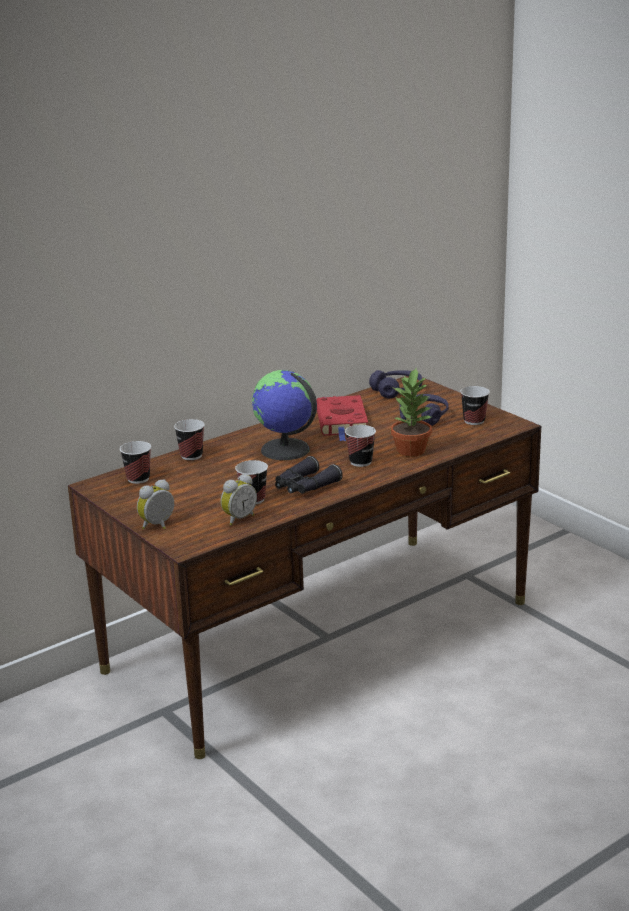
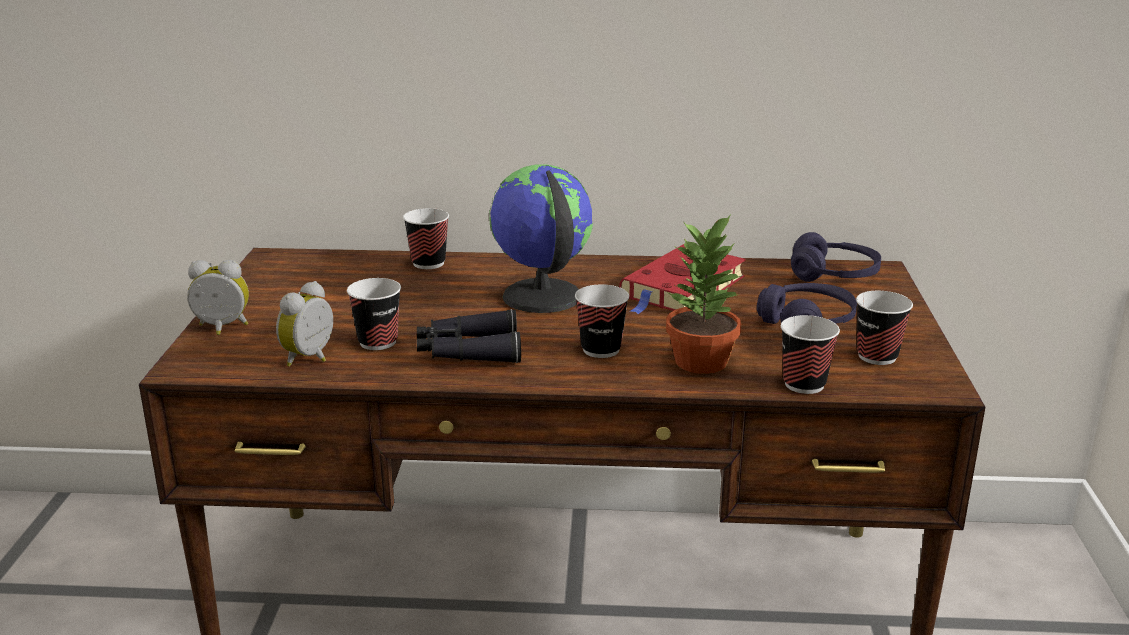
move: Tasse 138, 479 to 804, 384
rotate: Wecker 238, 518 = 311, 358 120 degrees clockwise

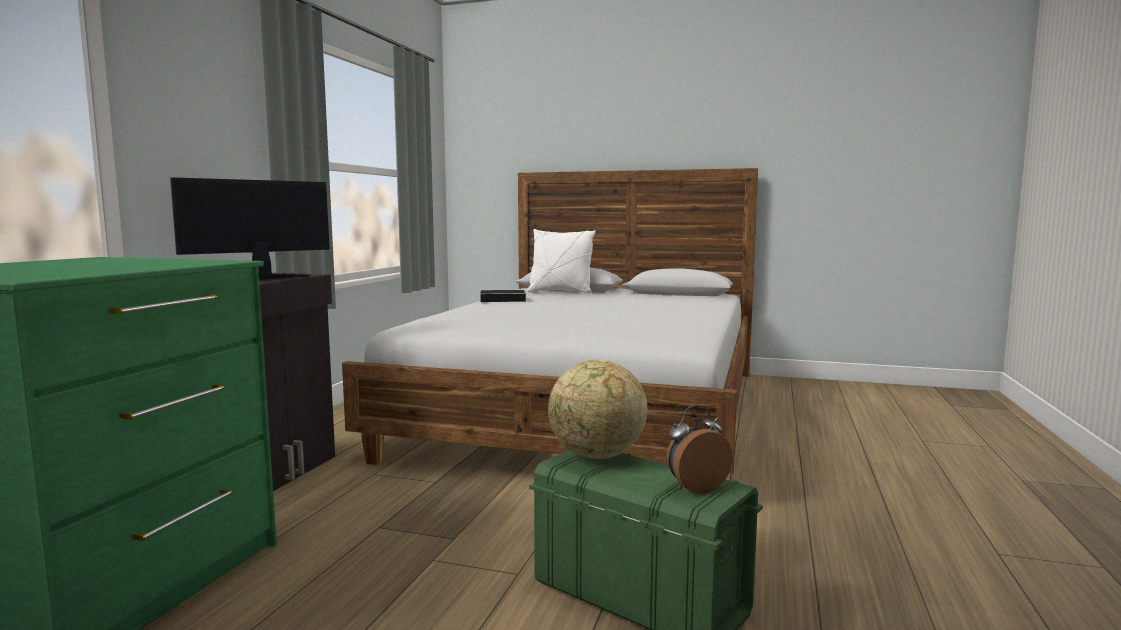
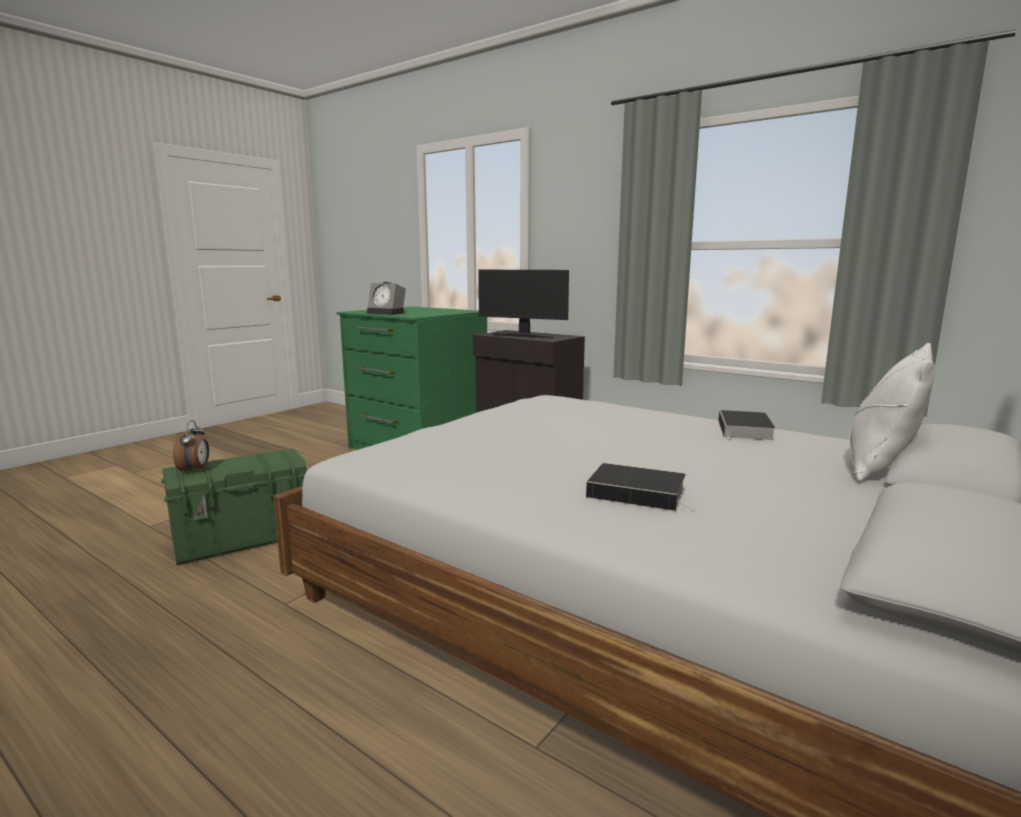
delete: Globus 597, 456
insert: Wecker 387, 313; Buch 639, 493
rotate: Monitor 261, 279 = 523, 336 135 degrees clockwise

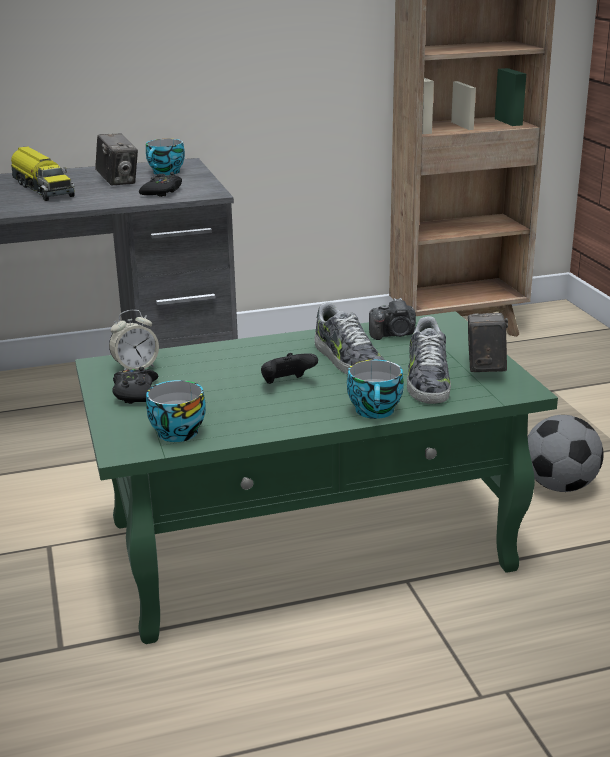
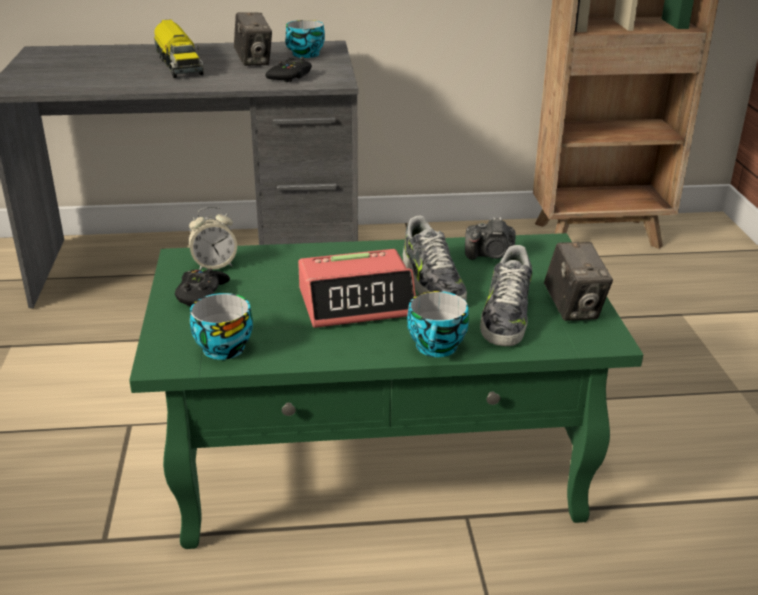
delete: Fußball 559, 486
replace: Gamepad (schwarz) 287, 384 to Wecker 357, 302
rotate: Kamera 484, 369 = 573, 309 150 degrees clockwise

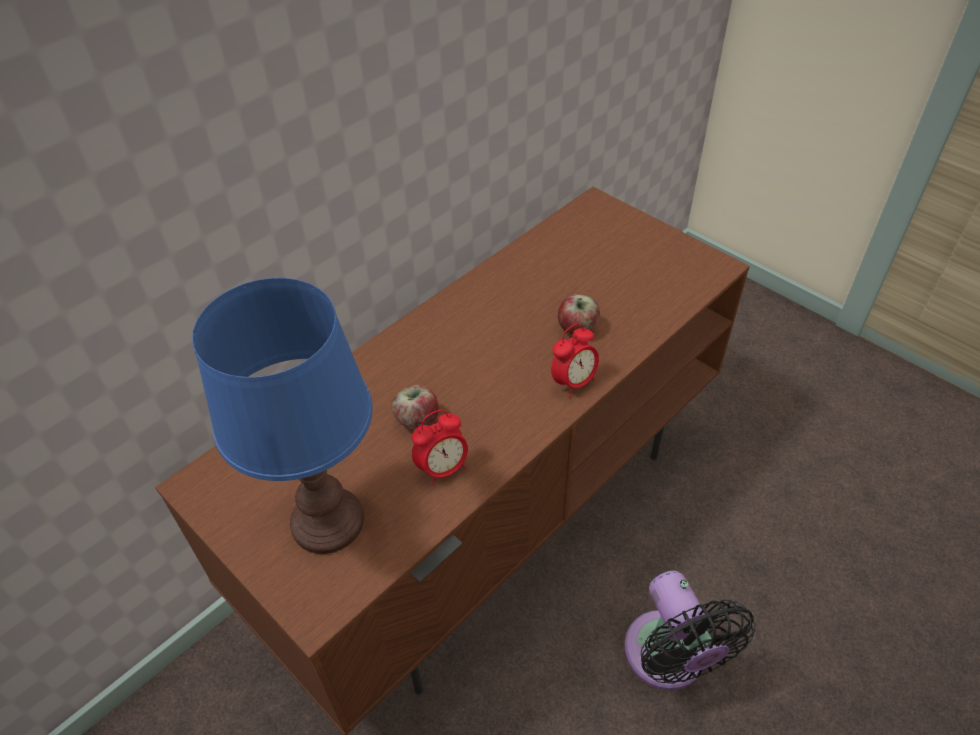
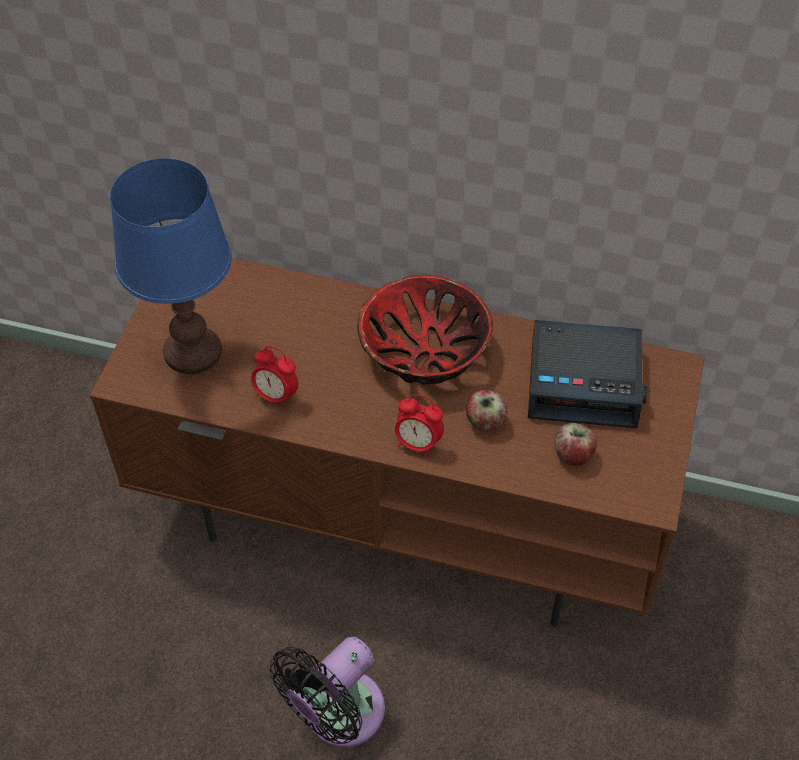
insert: Schüssel 423, 350; Wecker 584, 382
move: Apfel 417, 420 to 573, 454

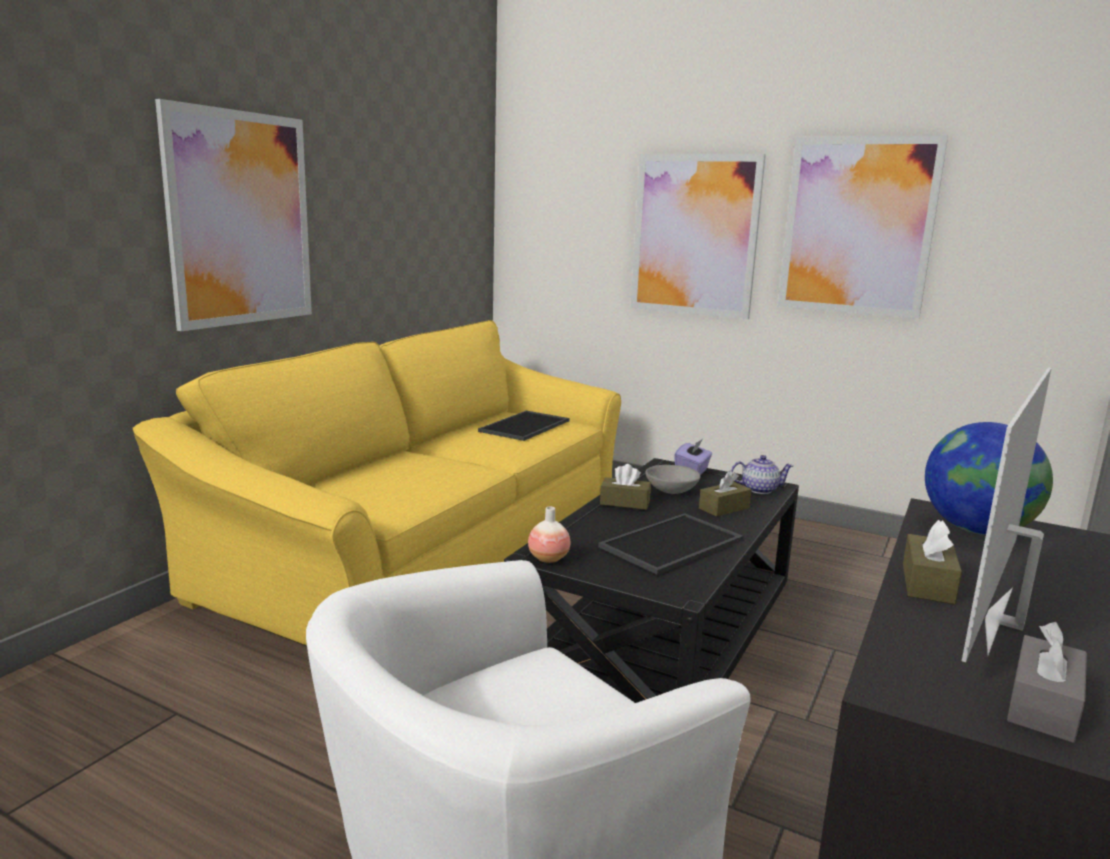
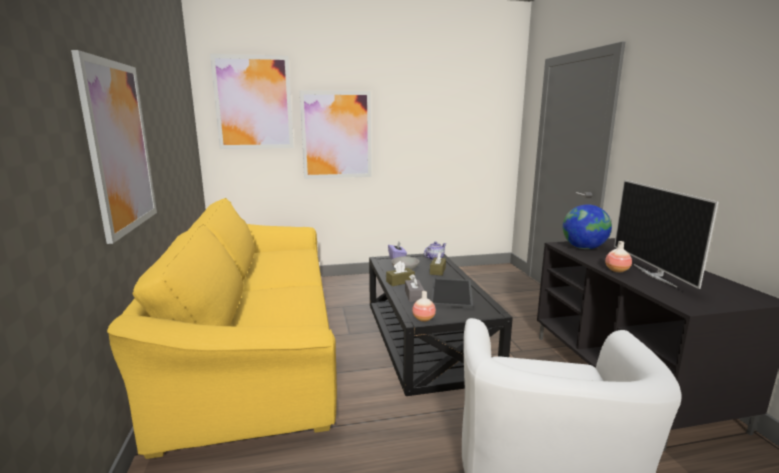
delete: Tablett 525, 426
move: Bild 857, 226 to 253, 103; Taschentuchbox (grau) 1043, 705 to 414, 296
replace: Taschentuchbox (braun) 927, 583 to Vase 617, 270

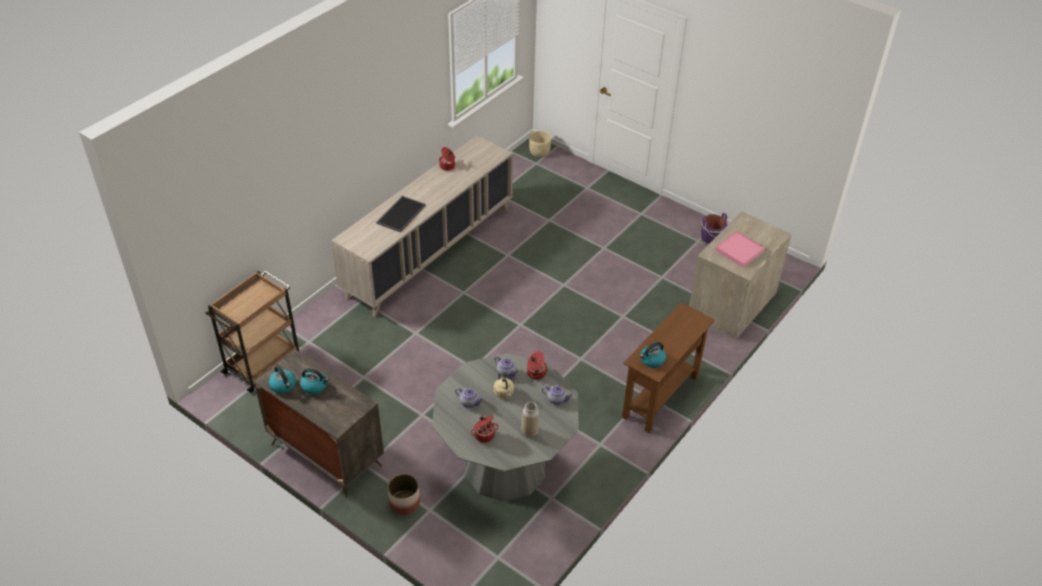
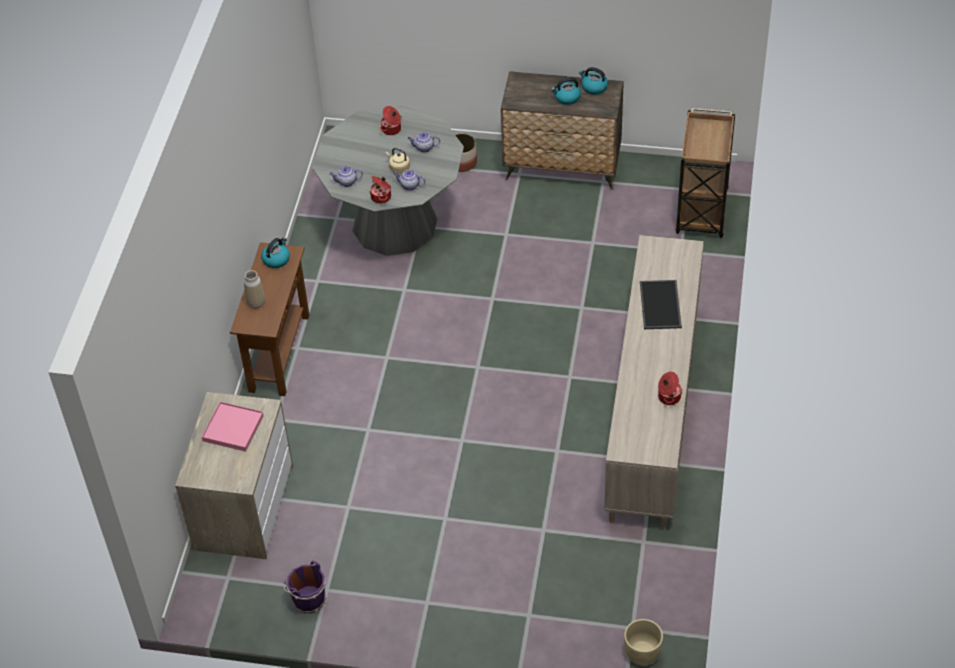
move: Vase 530, 431 to 256, 303

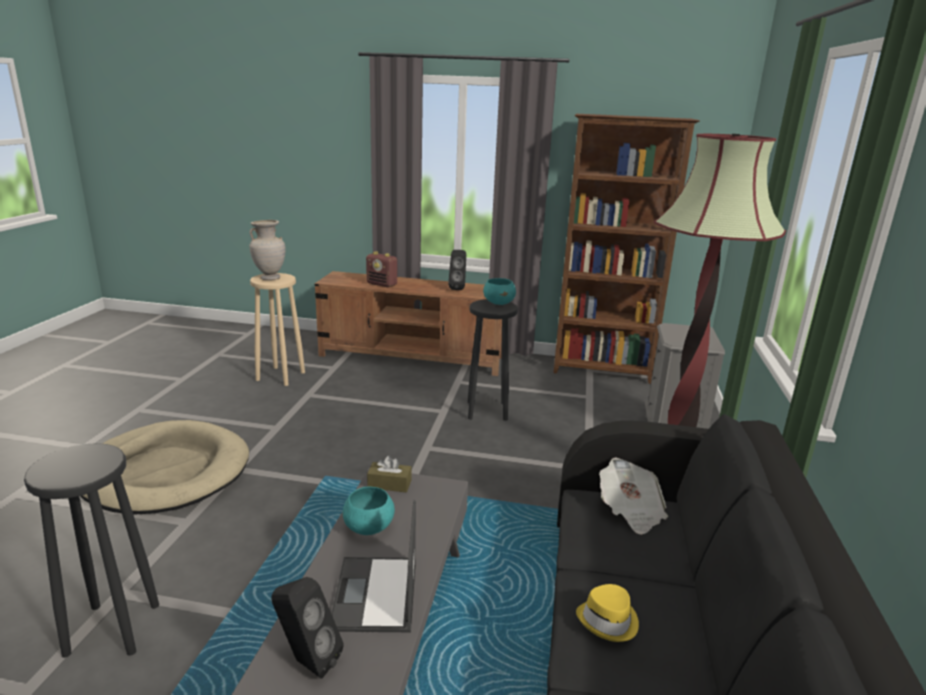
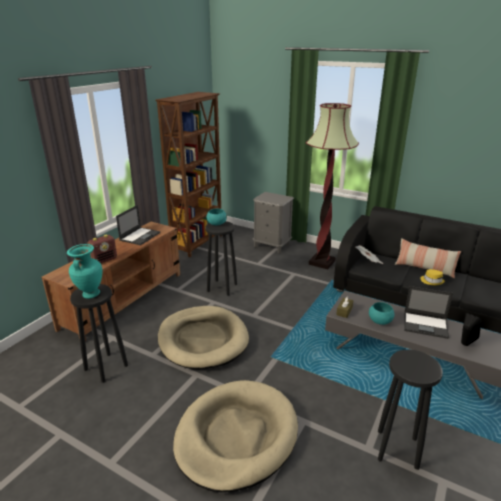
insert: Hundebett (beige) 203, 339; Kissen 424, 268
replace: Lautsprecher (schwarz) 457, 288 to Laptop 140, 236
recolor: Vase (beige) 270, 278 to Vase (türkis) 90, 294; Hocker (beige) 280, 376 to Hocker (schwarz) 105, 367

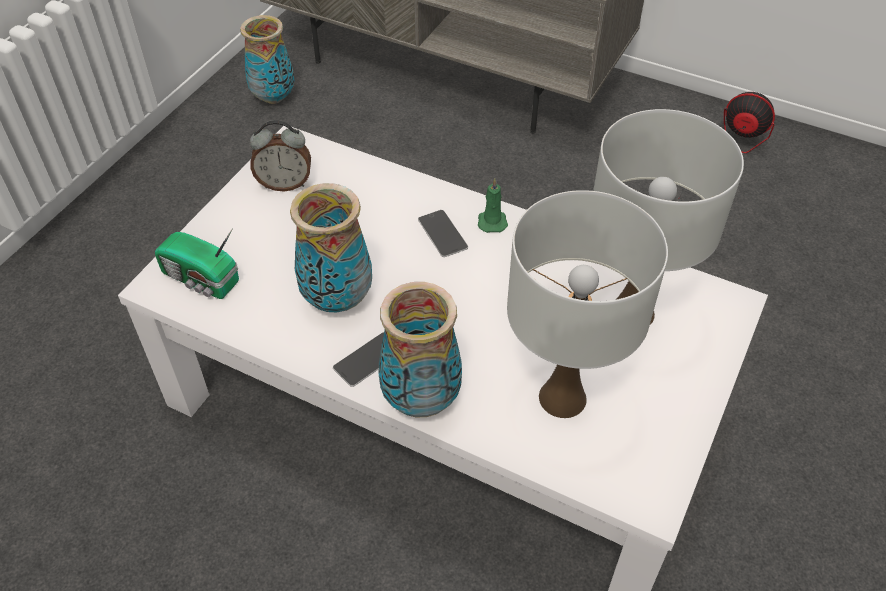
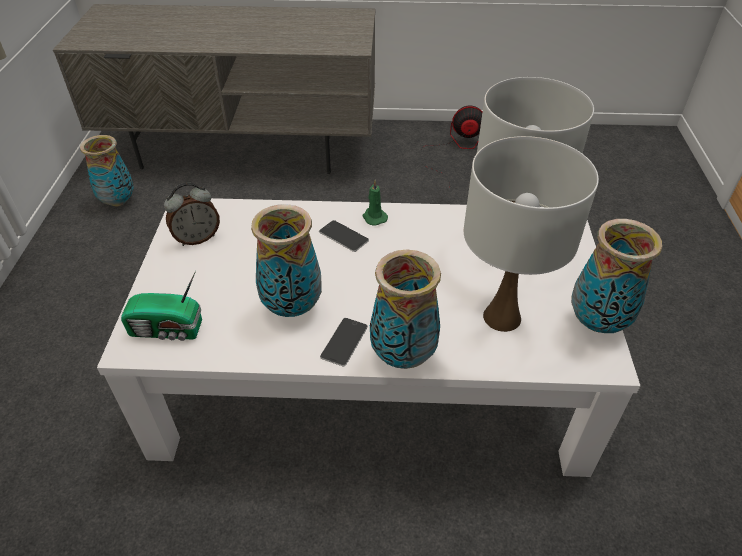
insert: Vase 598, 322

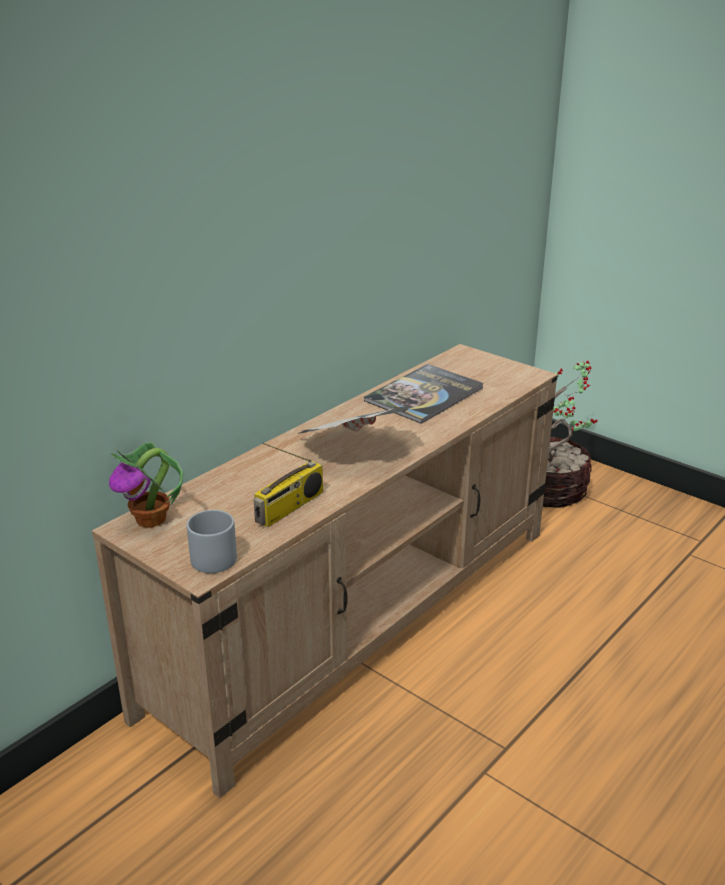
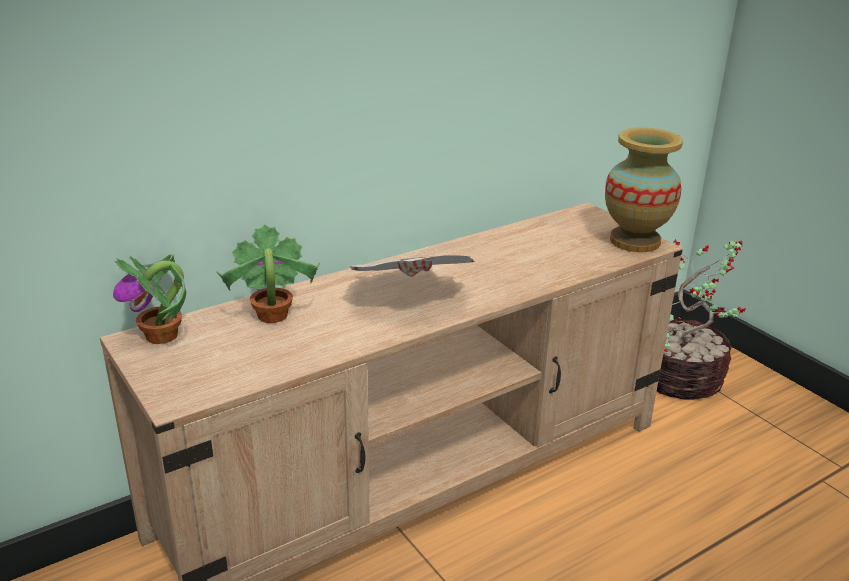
delete: Henkelbecher (grau) 212, 554; Radio 289, 508; Buch 424, 395
insert: Topfpflanze 271, 316; Vase 635, 241

